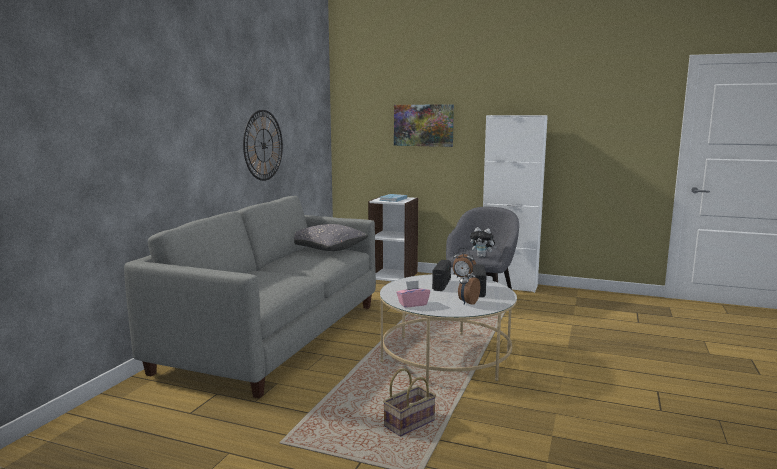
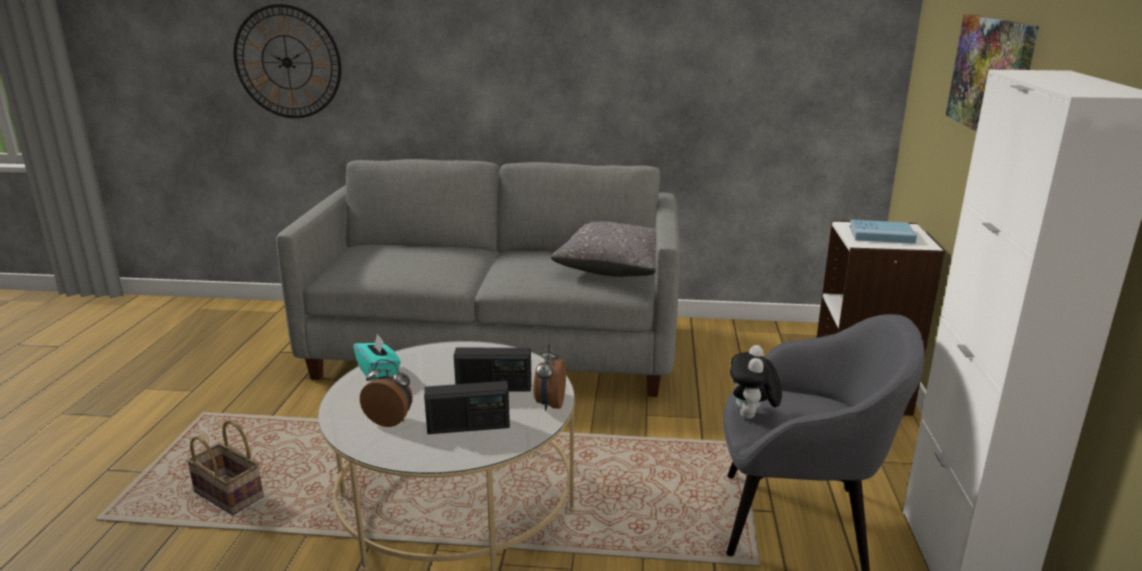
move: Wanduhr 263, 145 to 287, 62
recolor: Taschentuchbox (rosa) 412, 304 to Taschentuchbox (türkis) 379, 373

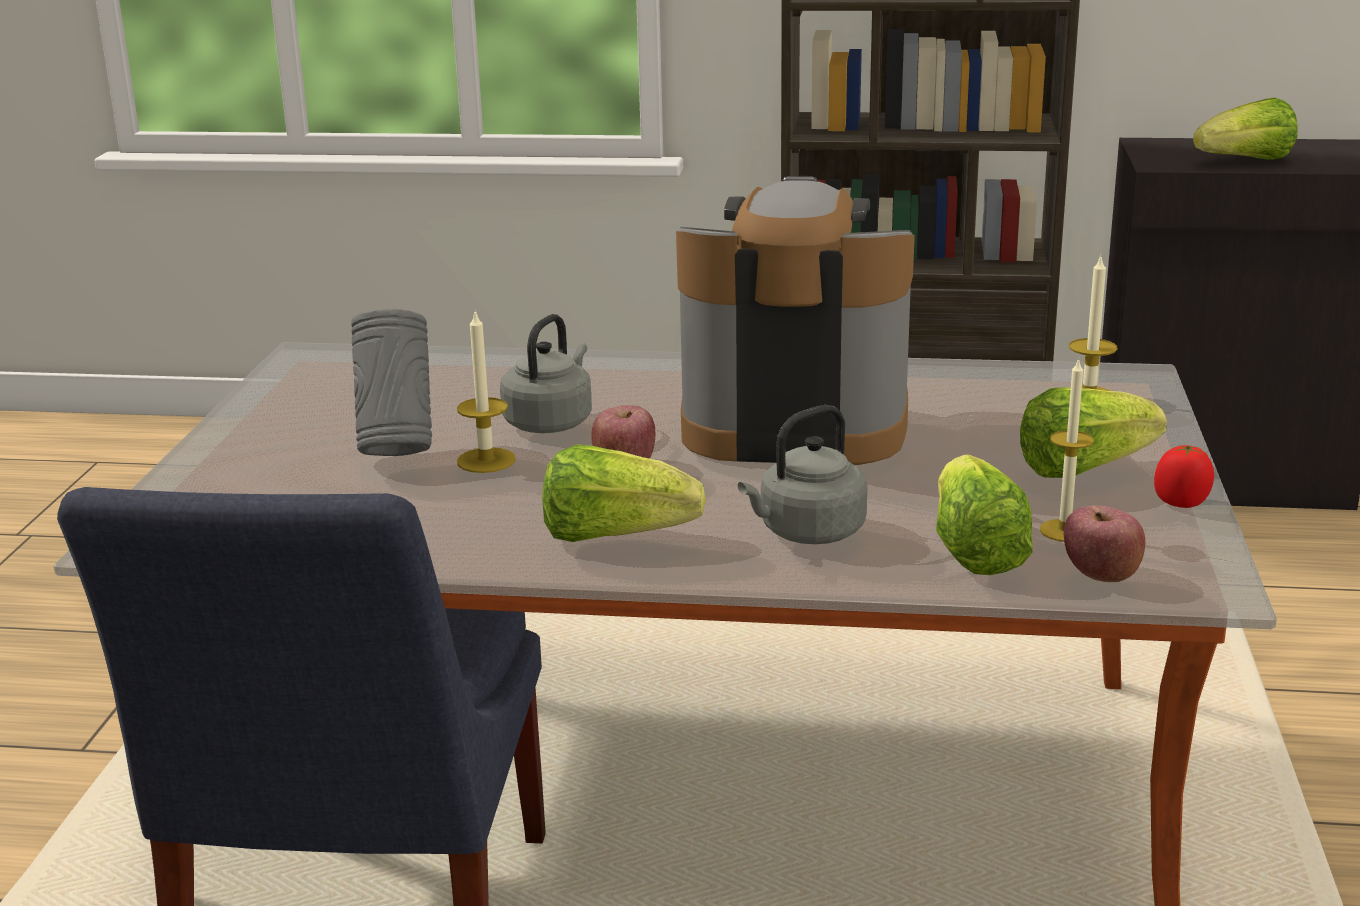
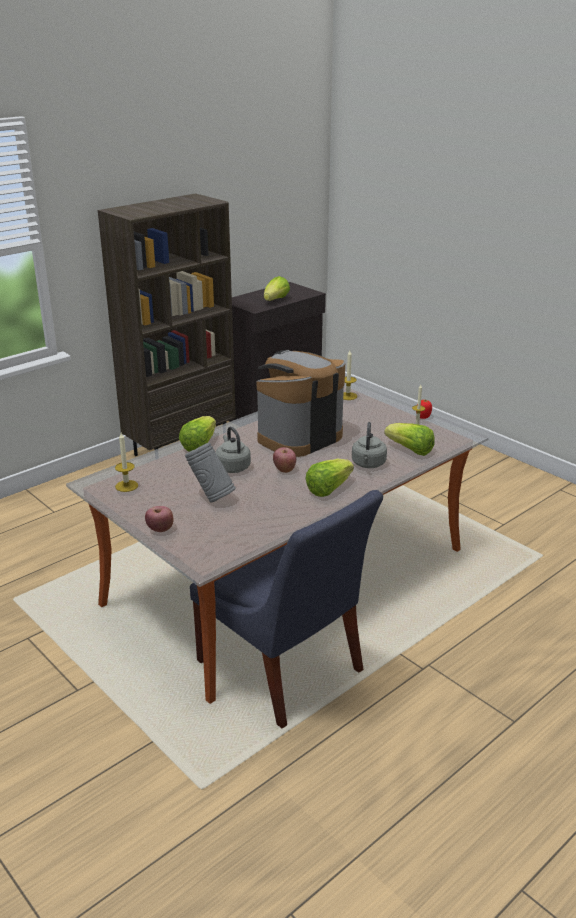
move: Kerze 486, 460 to 126, 486; Salatkopf 1082, 468 to 199, 445; Apfel 1101, 574 to 160, 529

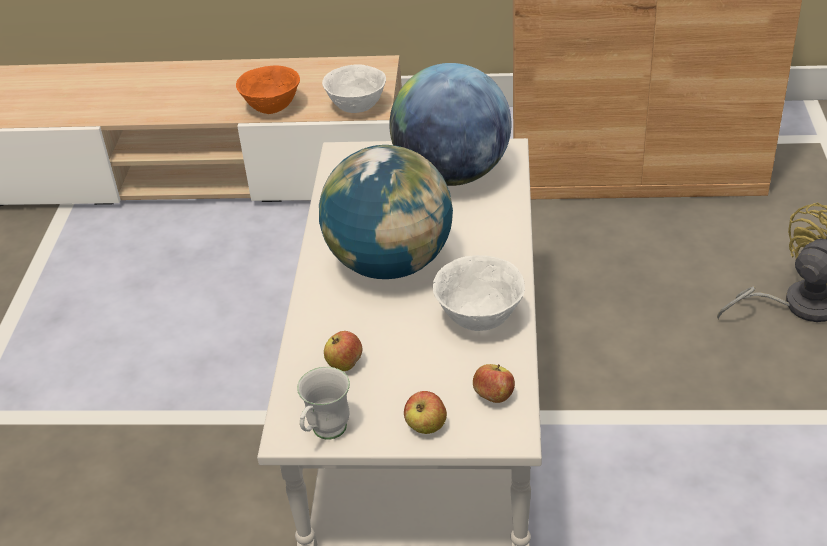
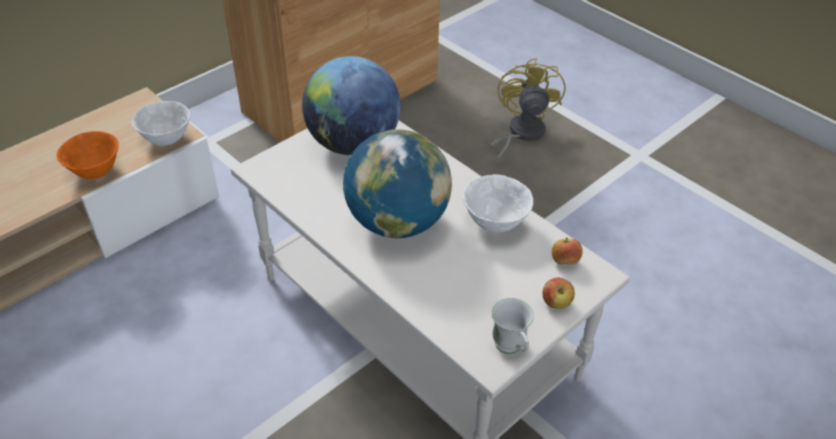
delete: Apfel 344, 364

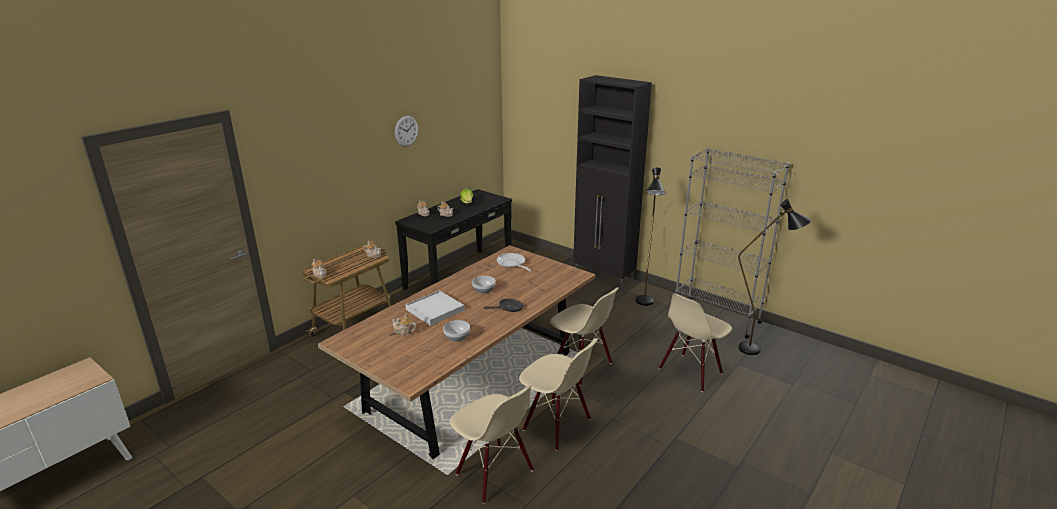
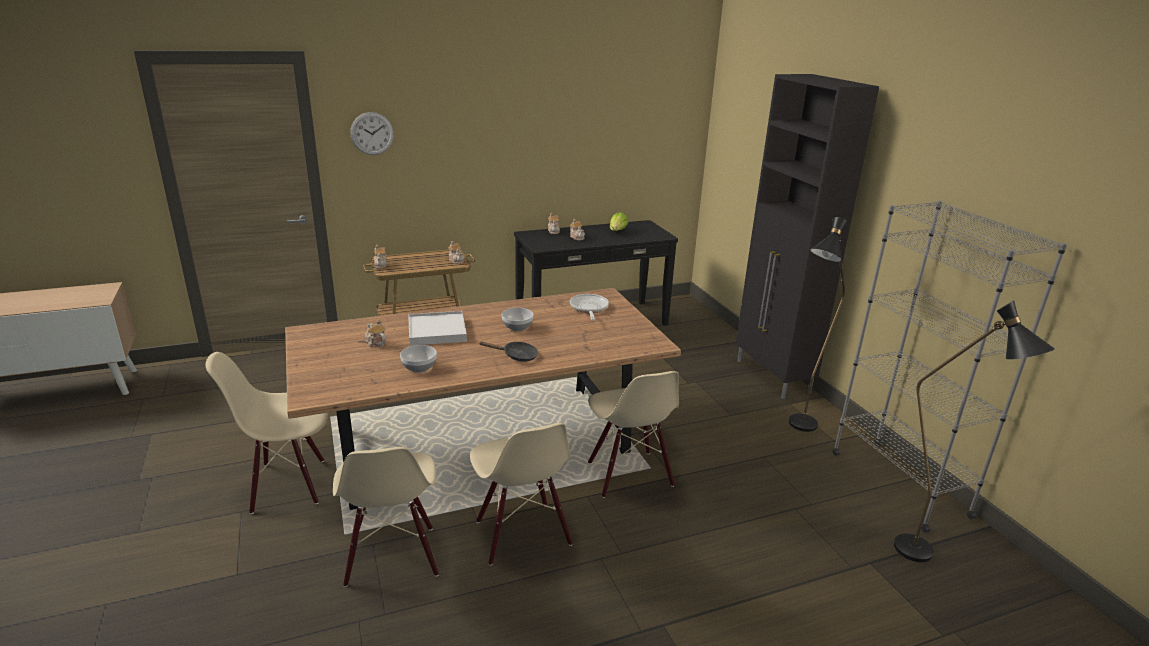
move: Wanduhr 406, 131 to 372, 133; Stuhl (beige) 691, 372 to 288, 484

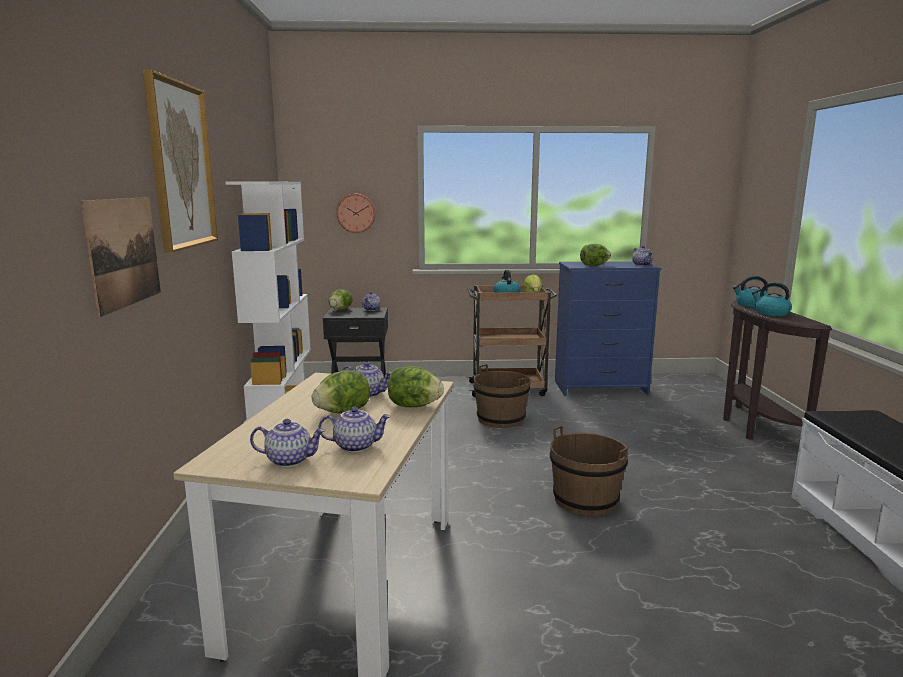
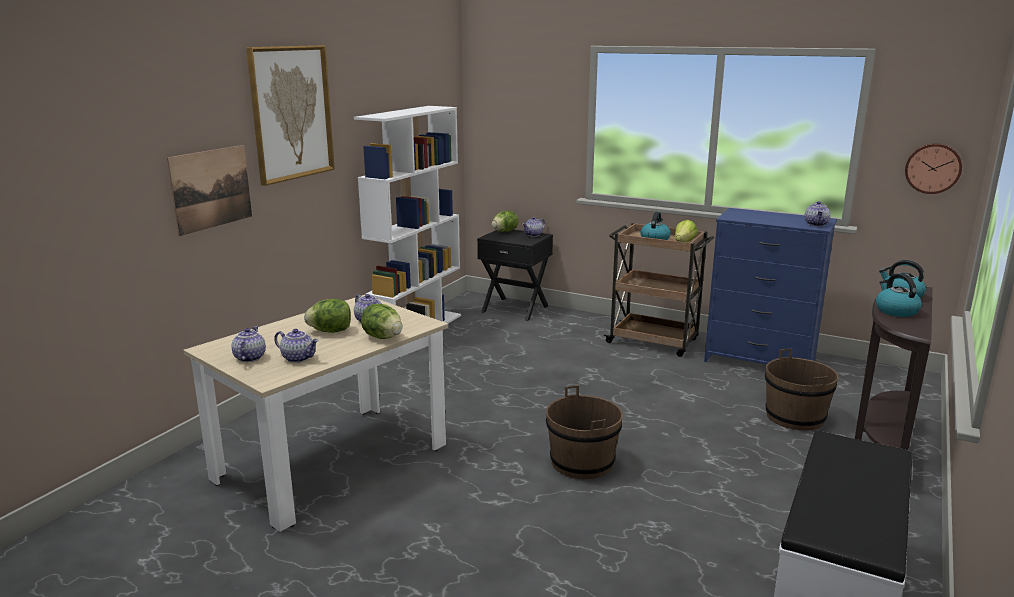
delete: Salatkopf 594, 266
move: Wanduhr 356, 213 to 933, 168; Eimer (braun) 501, 419 to 795, 417
rotate: Teekanne 290, 460 = 249, 357 120 degrees counterclockwise

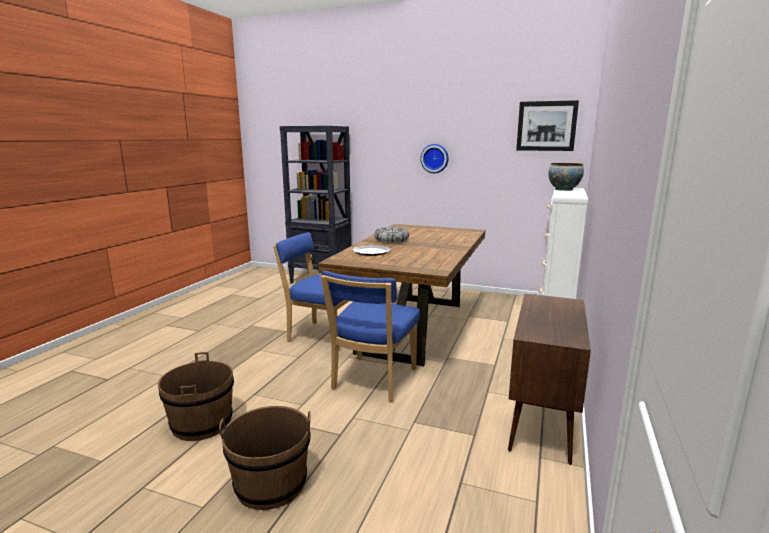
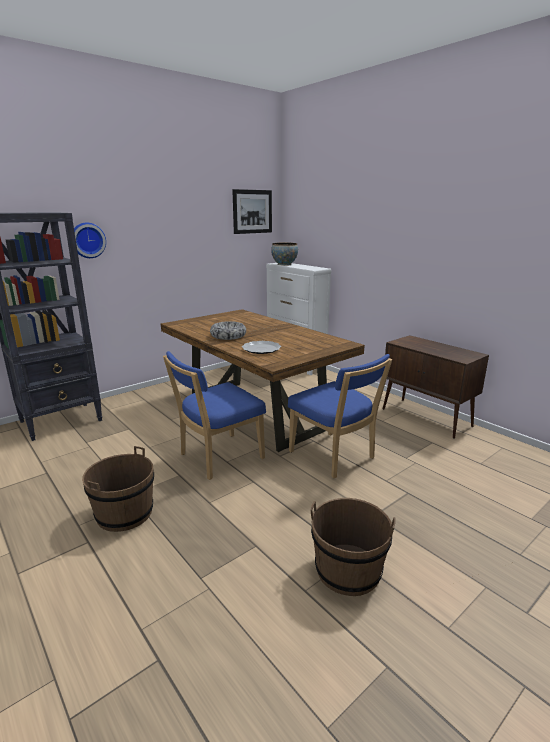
move: Eimer (braun) 271, 484 to 125, 513; Wanduhr 435, 158 to 87, 240

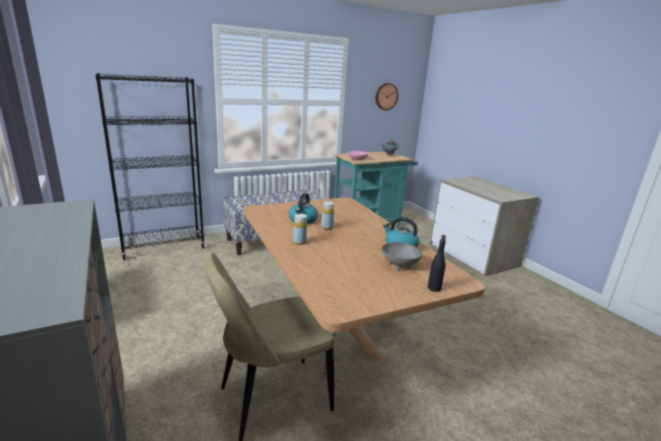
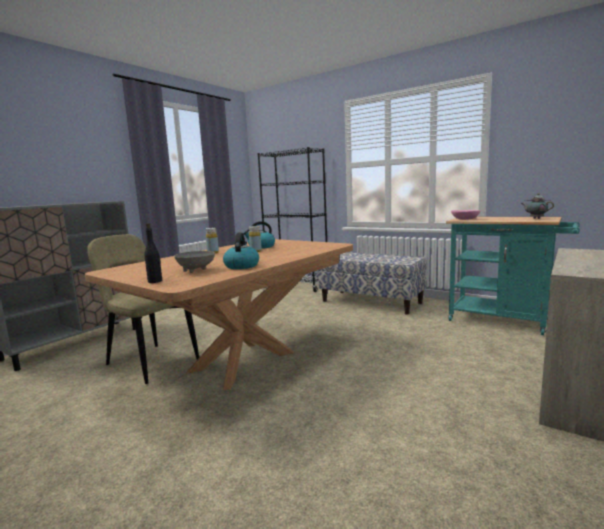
delete: Wanduhr 386, 96

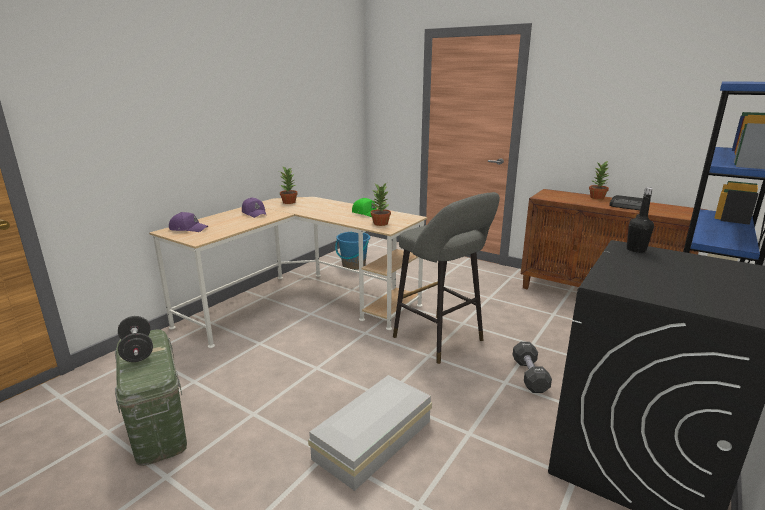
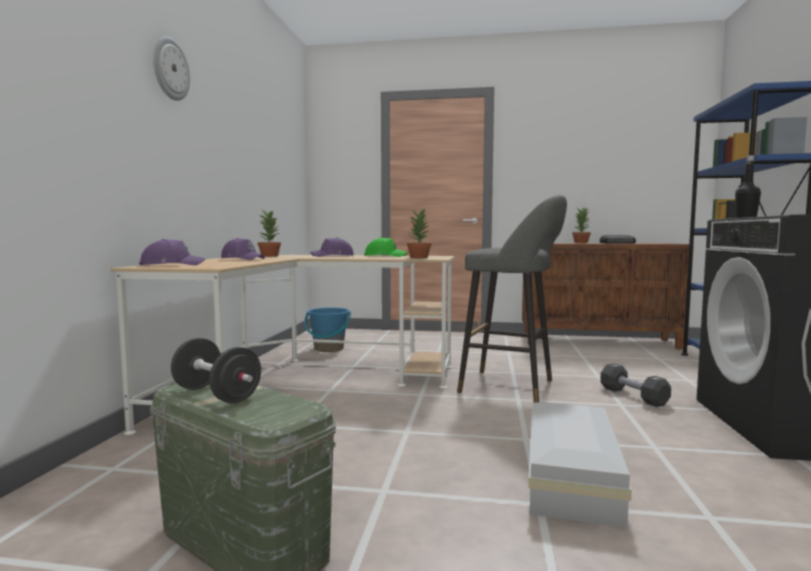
insert: Wanduhr 170, 69; Kappe (lila) 333, 256

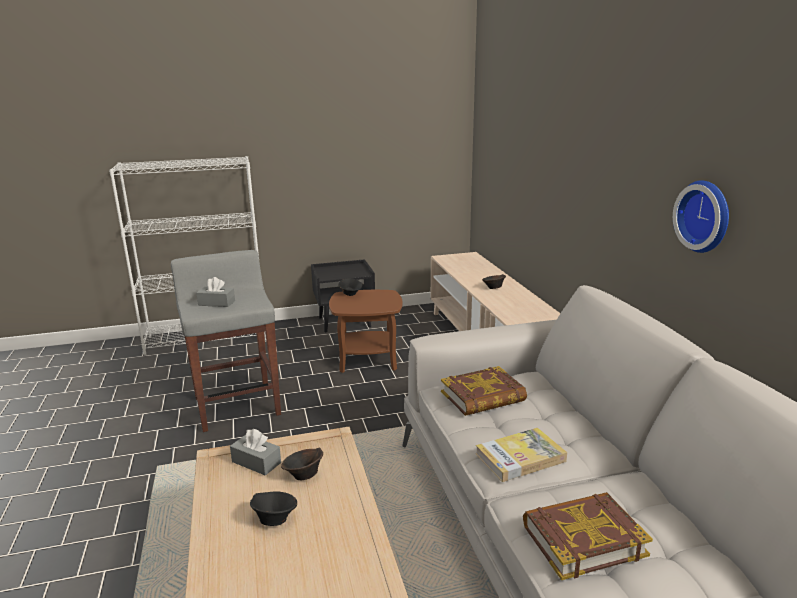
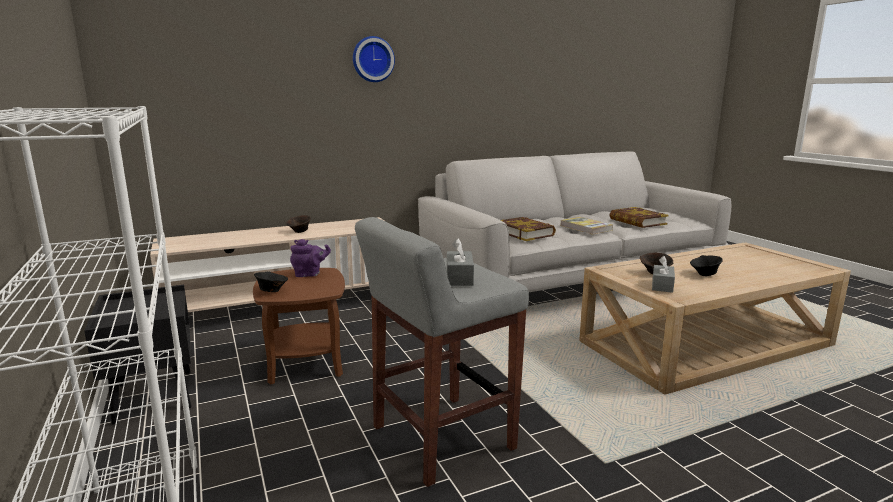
insert: Teekanne (lila) 309, 274
move: Wanduhr 706, 216 to 372, 59

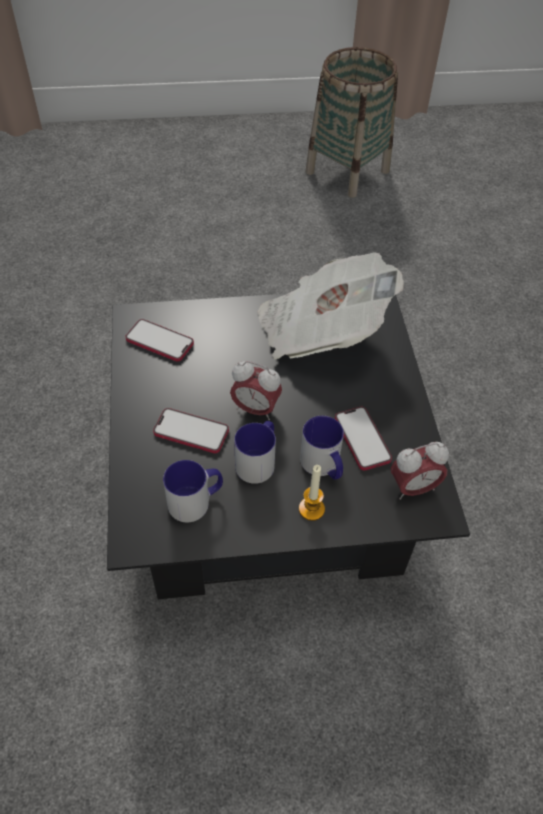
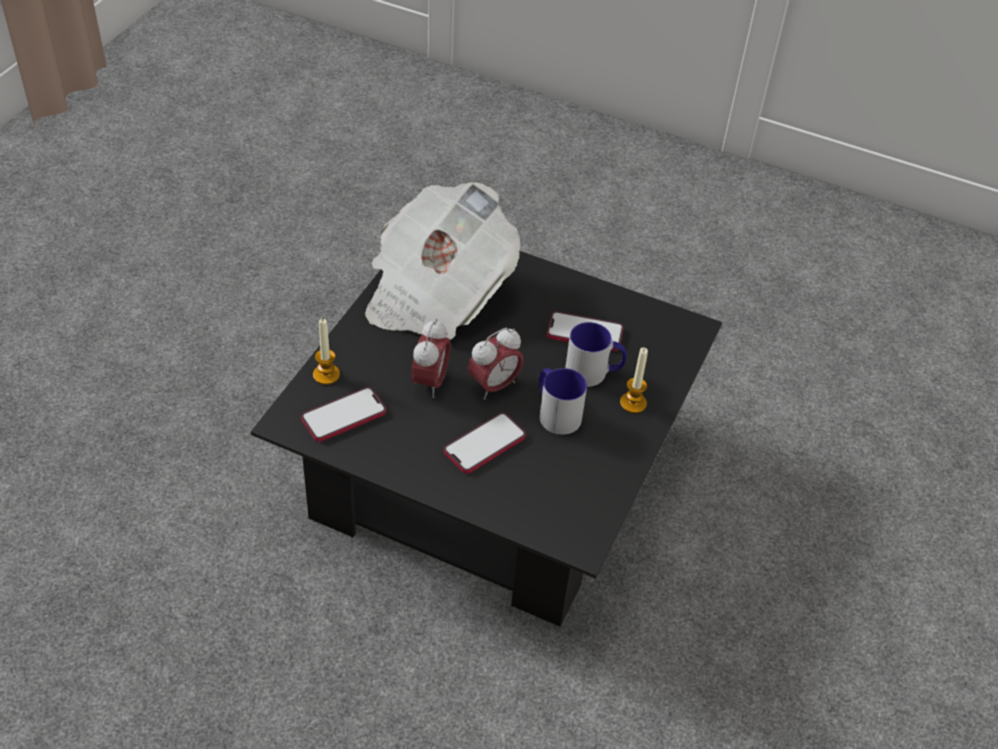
delete: Henkelbecher 196, 501; Korb 347, 171
insert: Kerze 326, 375
move: Wecker 413, 487 to 430, 382

